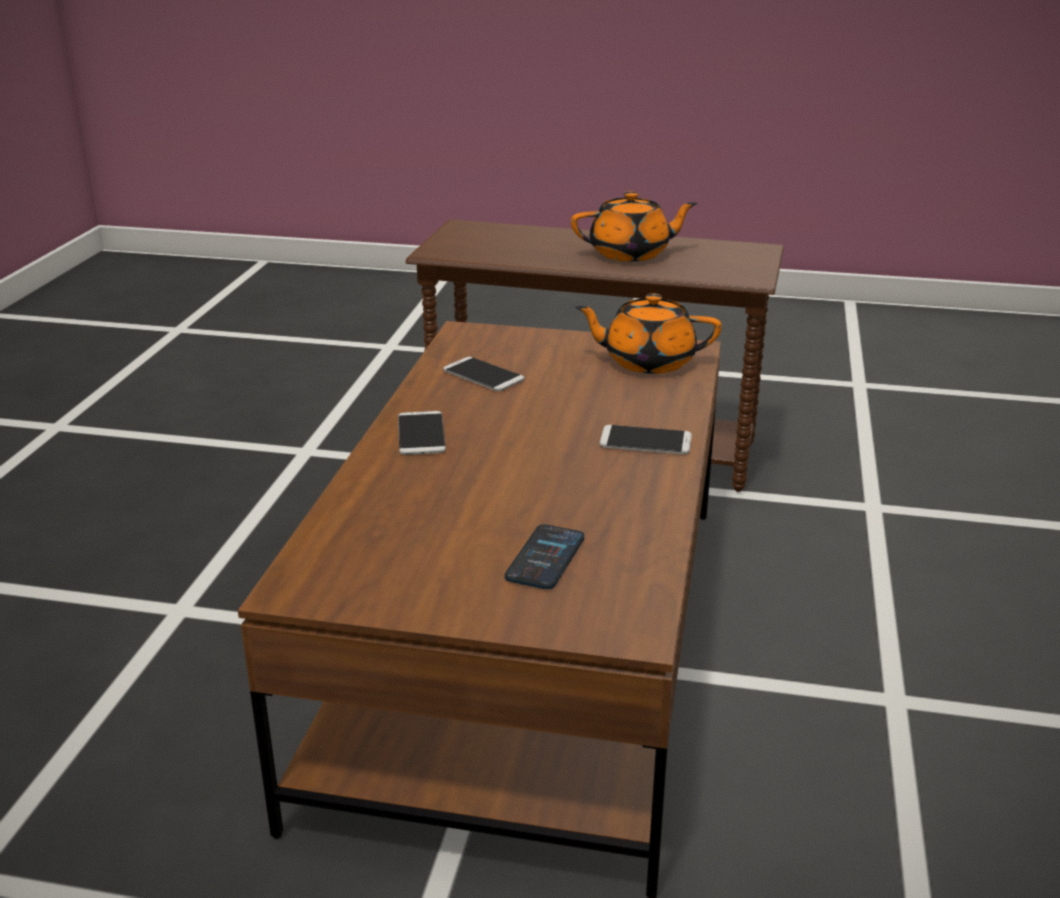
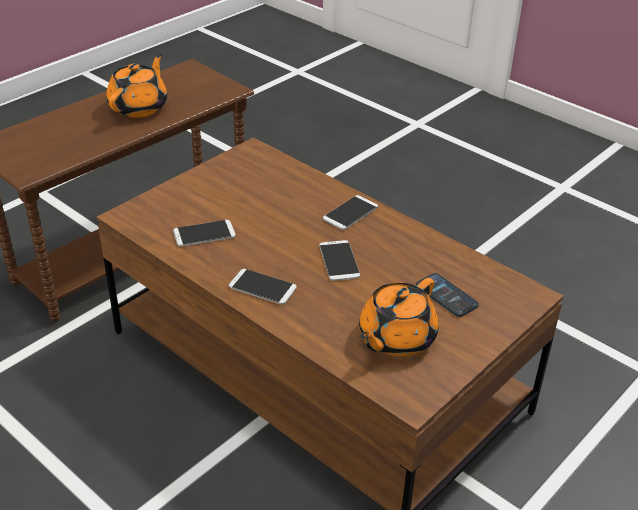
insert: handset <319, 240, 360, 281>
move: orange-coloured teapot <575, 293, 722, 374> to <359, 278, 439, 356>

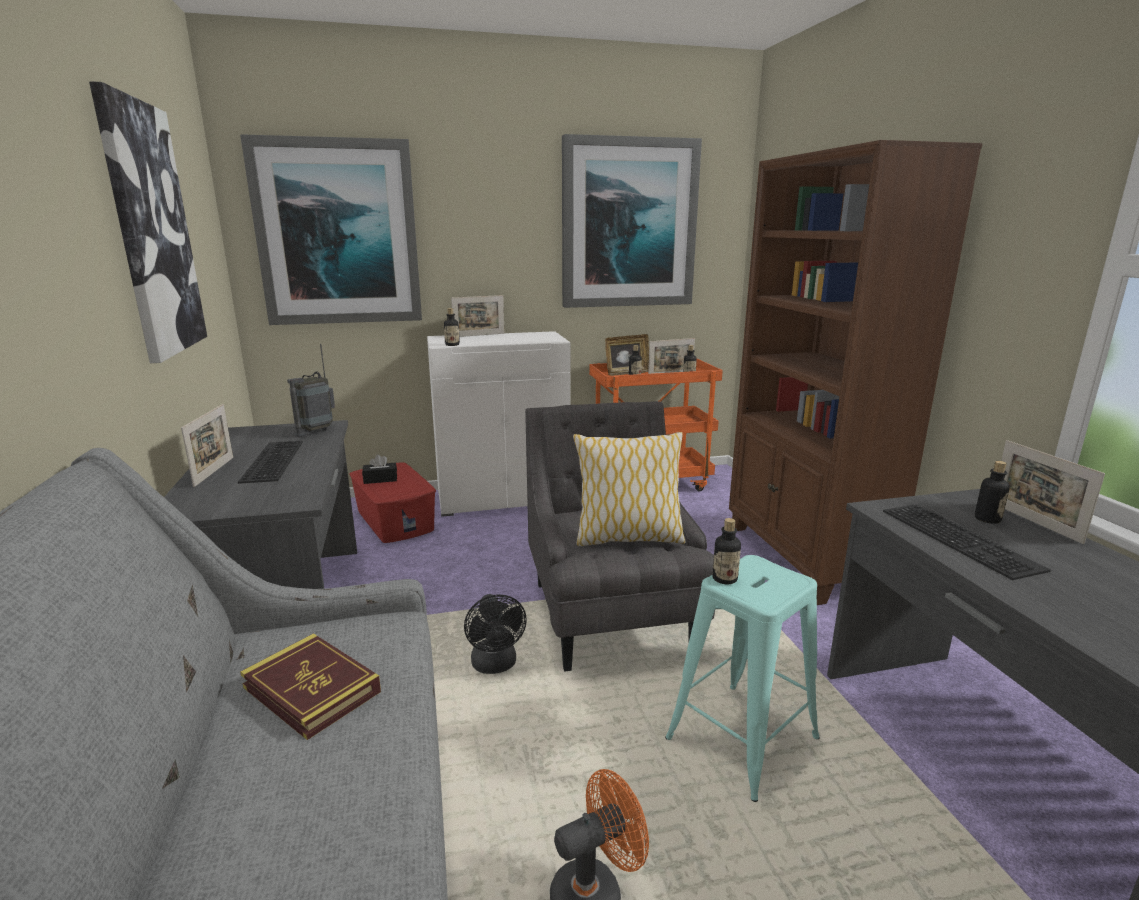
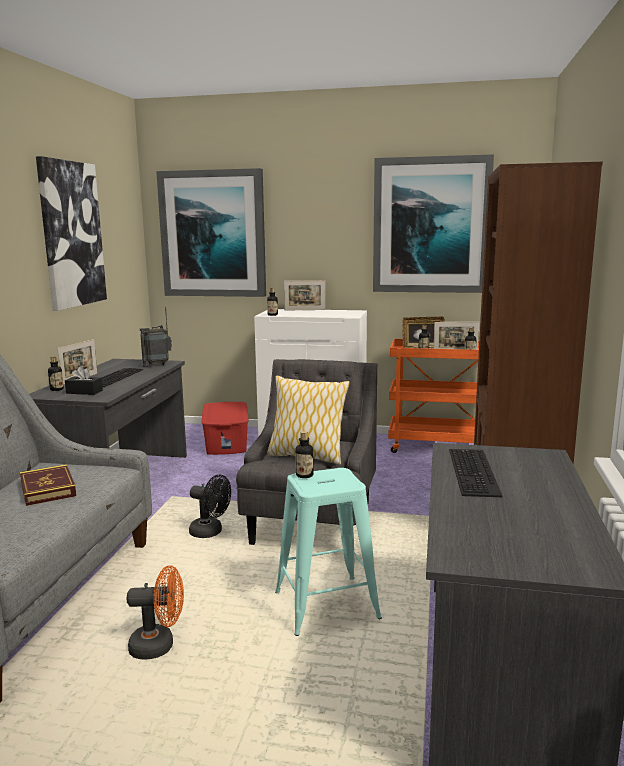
delete: picture frame <1001, 440, 1105, 544>
move: bottle <975, 461, 1010, 524> to <48, 356, 64, 391>; black-coloured box of tissues <362, 454, 397, 484> to <65, 366, 103, 395>
rotate: black-coloured cooling fan <464, 594, 527, 674> = <189, 475, 231, 538> 75 degrees counterclockwise

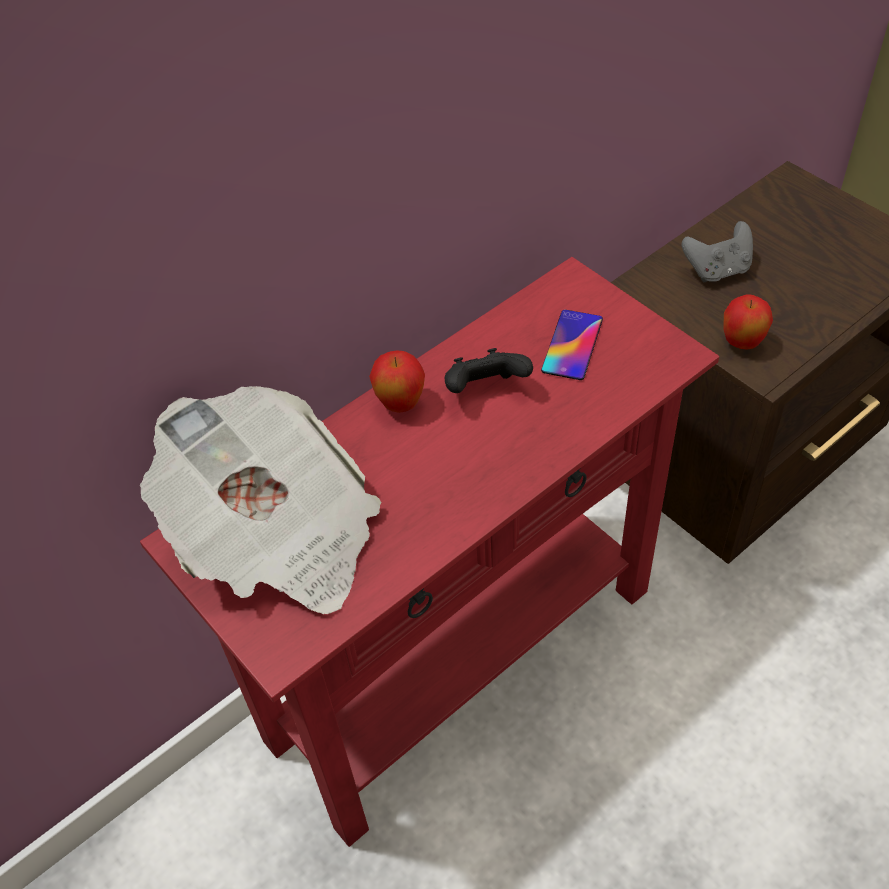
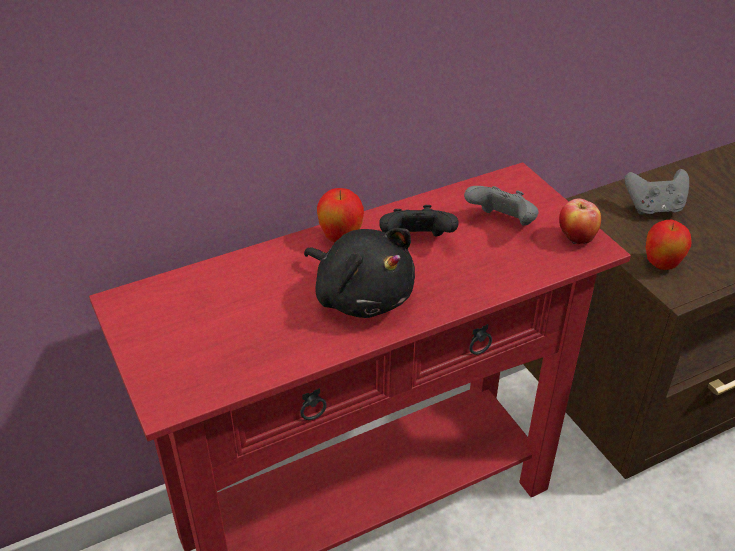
delete: printed paper <140, 386, 381, 614>
insert: black-coloured plush toy <304, 228, 415, 318>; apple <559, 199, 601, 244>
replace: handset <541, 310, 603, 380> to greyish game controller <464, 186, 539, 225>

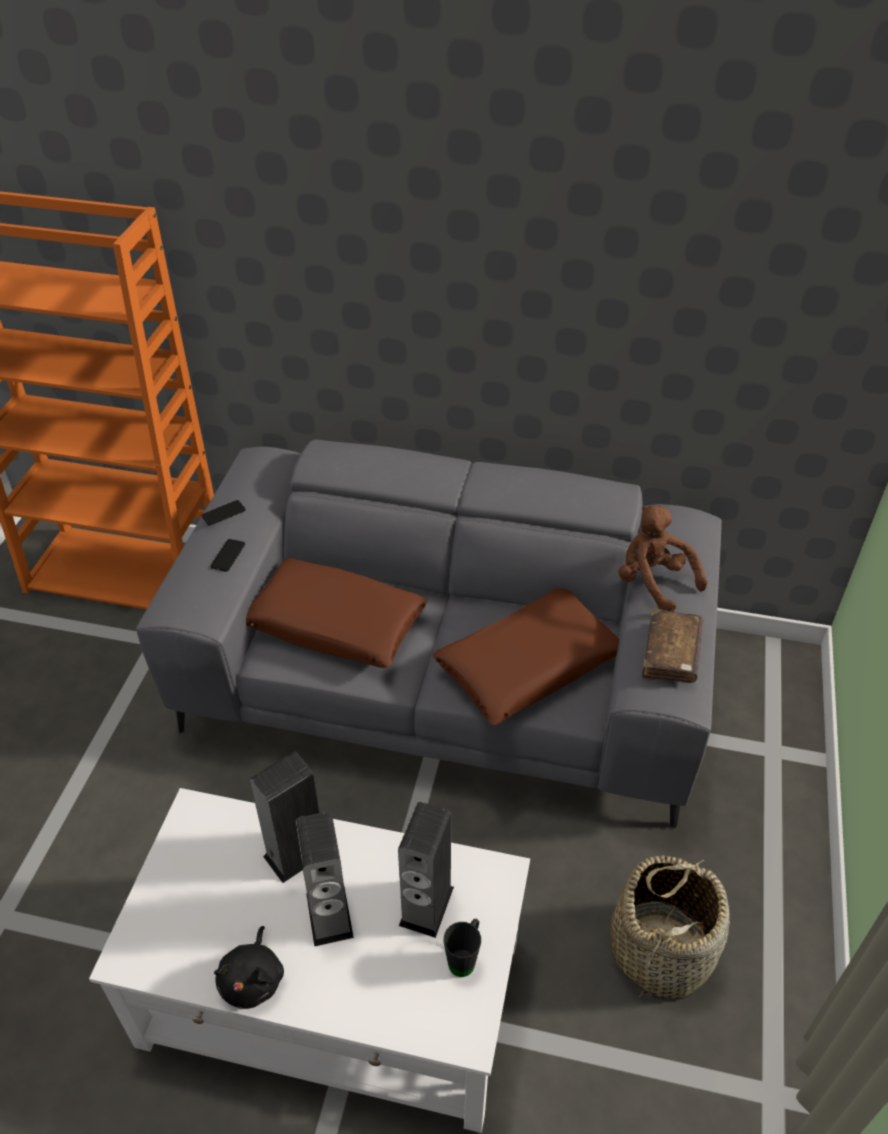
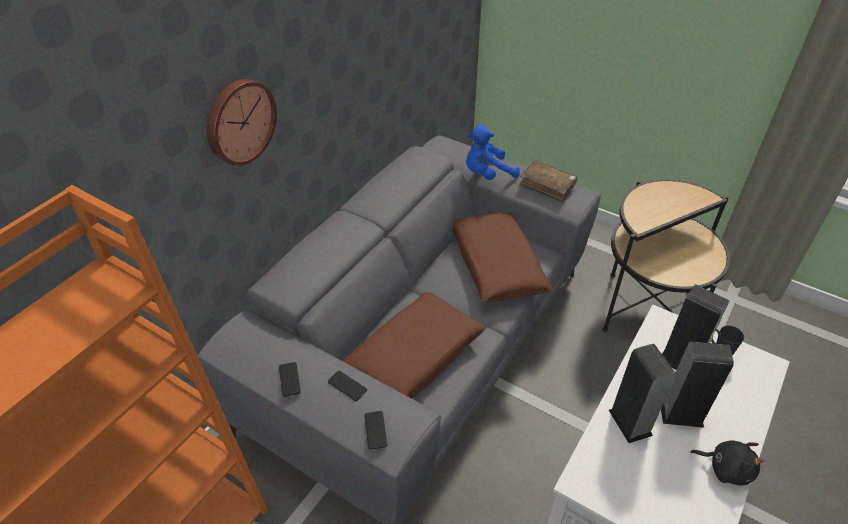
insert: clock on the wall <207, 79, 277, 166>; handset <364, 411, 387, 450>
replace: household basket <610, 855, 730, 999> to end table <602, 179, 730, 332>
recolor: brown-coloured plush toy <619, 505, 707, 612> to blue plush toy <466, 125, 520, 180>

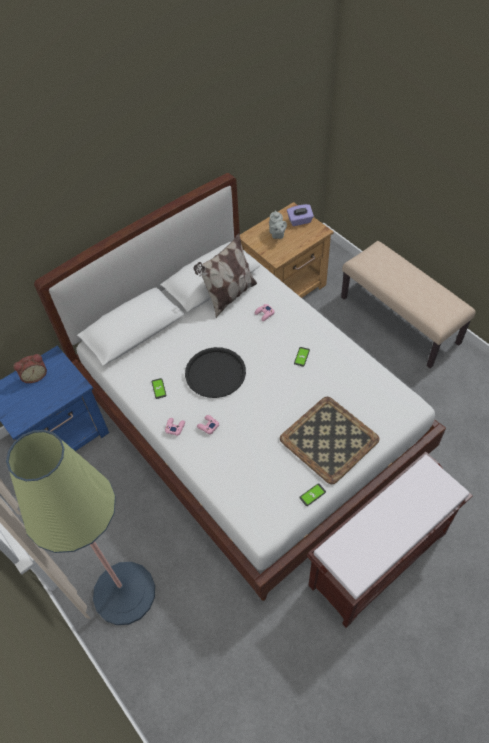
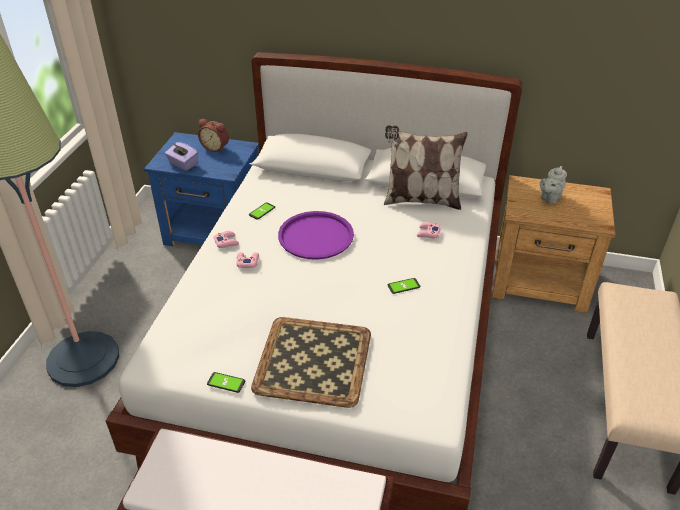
move: purple-coloured box of tissues <287, 204, 314, 226> to <165, 142, 198, 171>
recolor: black-coloured serving tray <185, 347, 246, 398> to purple-coloured serving tray <278, 211, 354, 260>

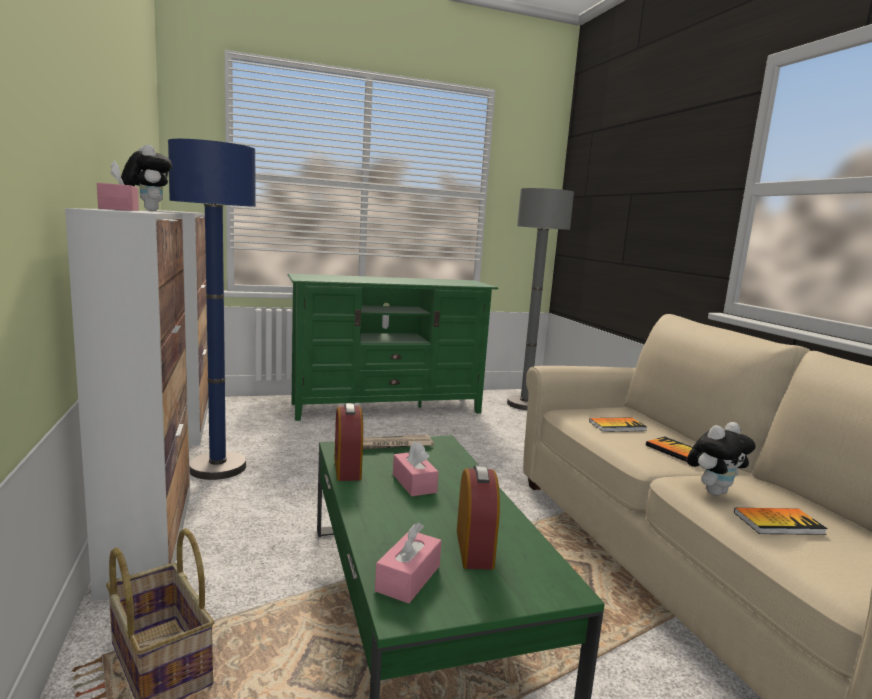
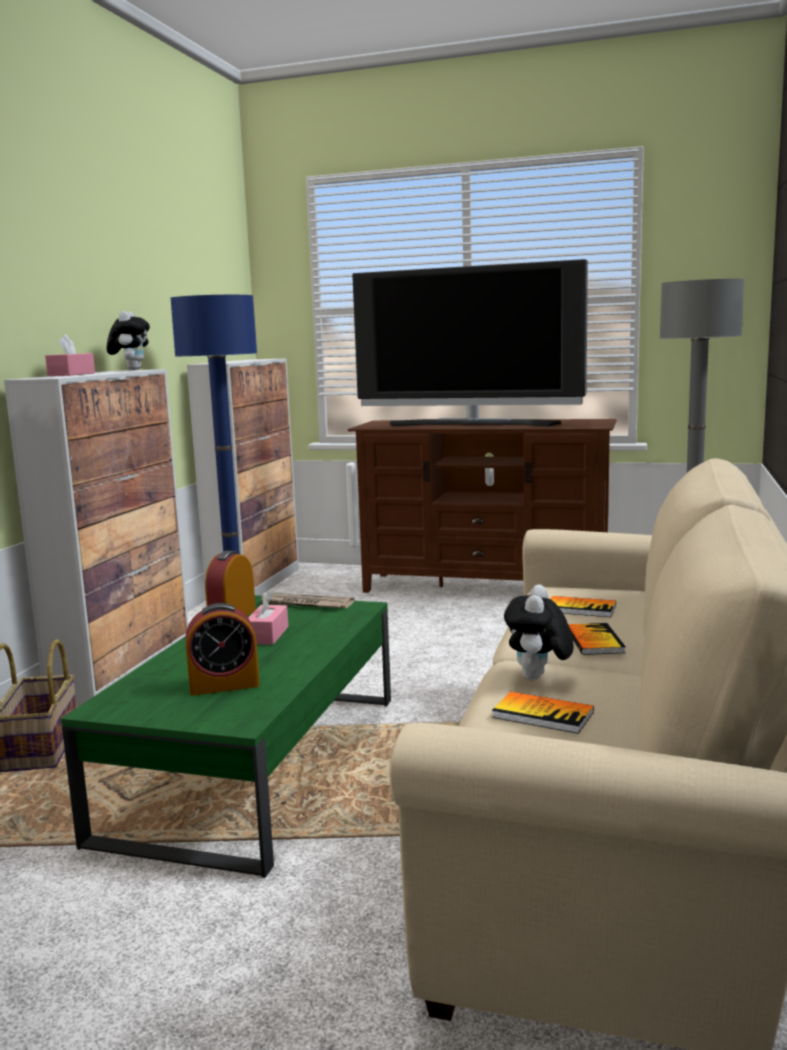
delete: pink box of tissues <375, 522, 442, 604>
insert: TV <352, 259, 588, 426>
recolor: green media console <288, 274, 499, 421> to brown-coloured media console <347, 419, 617, 593>
rotate: alarm clock <457, 465, 500, 570> = <185, 603, 260, 696> 45 degrees clockwise; plush toy <687, 422, 756, 495> = <504, 585, 574, 681> 105 degrees clockwise

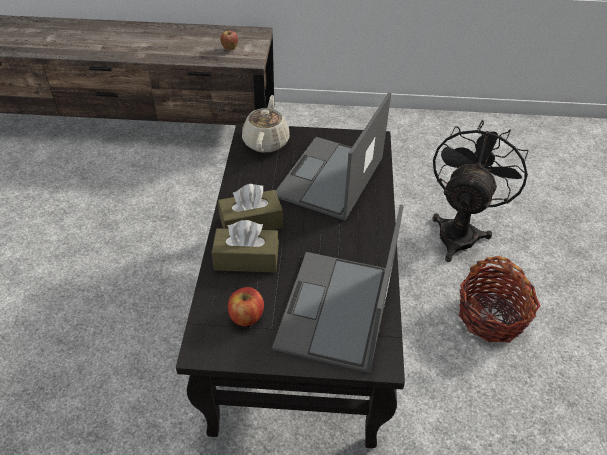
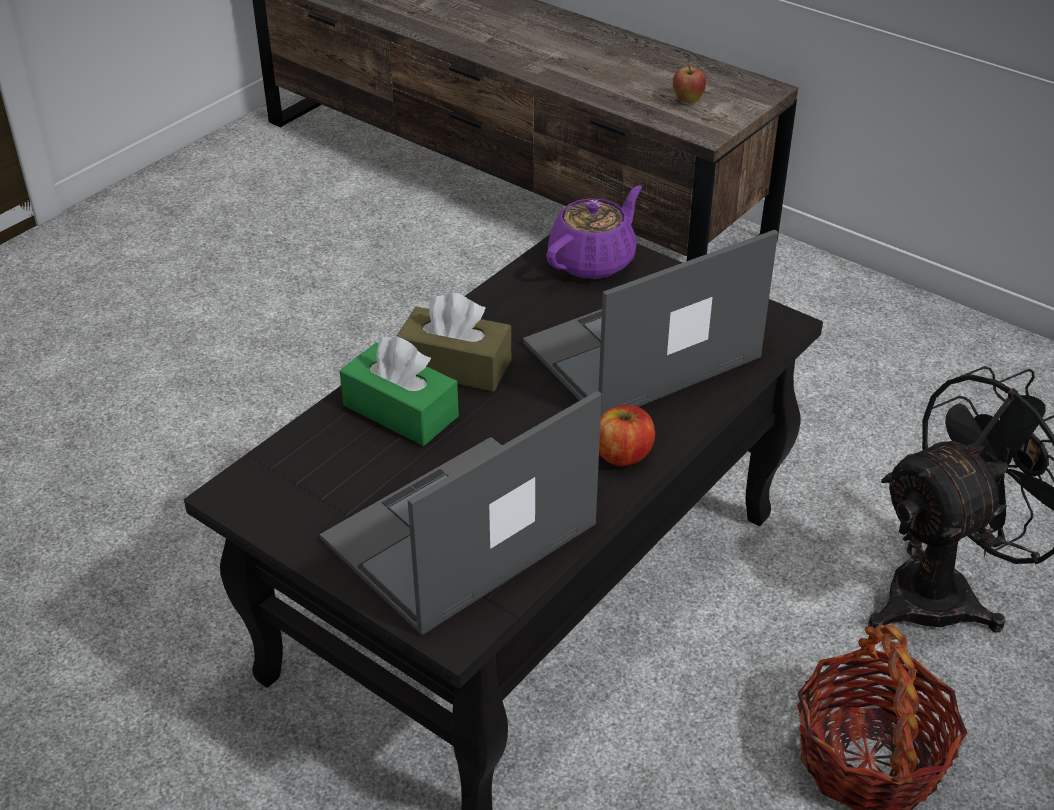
move: apple <228, 287, 264, 326> to <599, 405, 655, 466>
recolor: brown-coloured box of tissues <212, 220, 279, 273> to green box of tissues <340, 336, 459, 446>; beige-coloured teapot <242, 95, 290, 153> to purple-coloured teapot <546, 185, 642, 279>

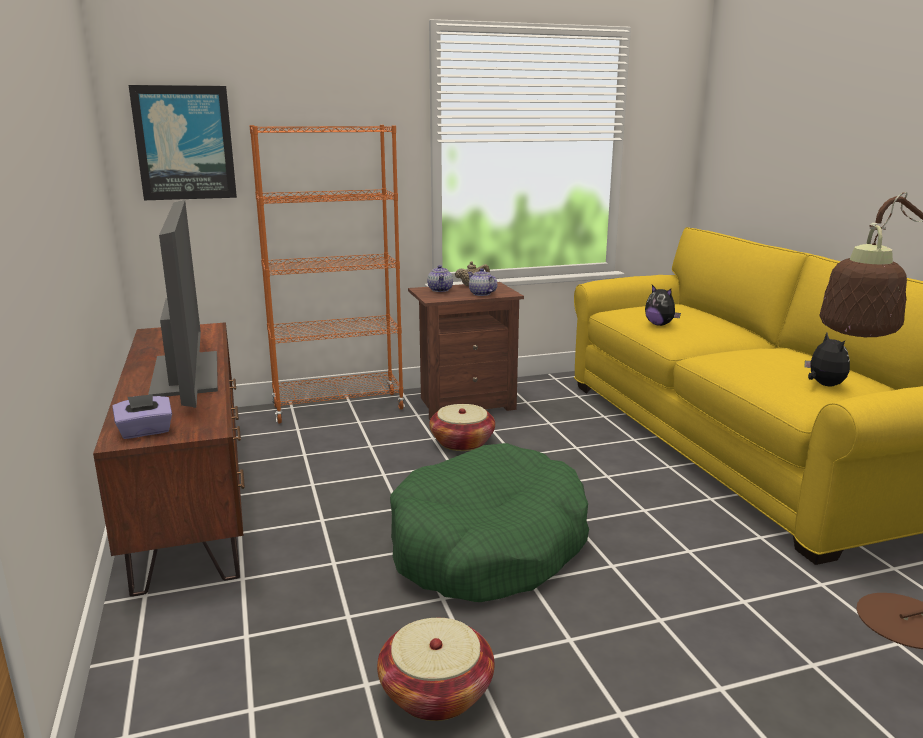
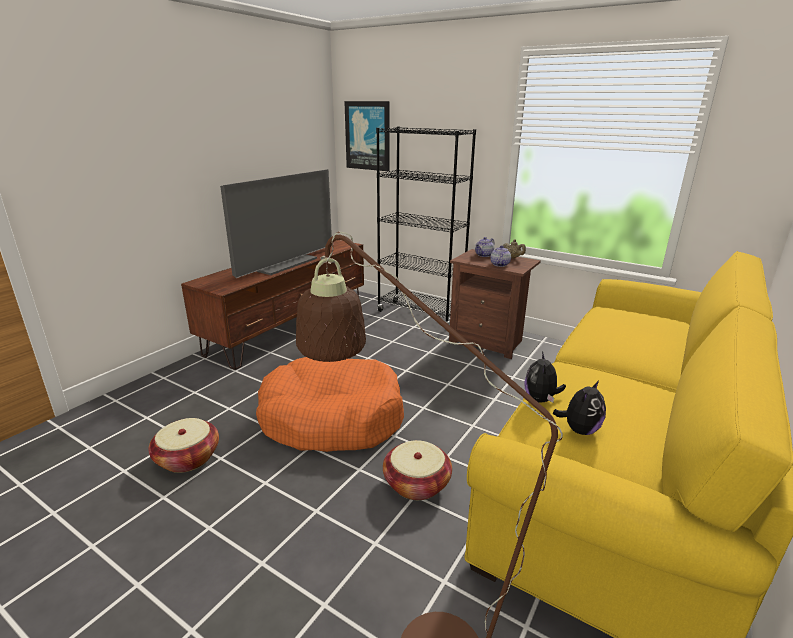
delete: purple-coloured box of tissues <112, 394, 172, 439>
move: household basket <429, 404, 495, 451> to <383, 440, 452, 500>; plush toy <645, 285, 681, 326> to <524, 351, 566, 403>
recolor: green dog cushion <390, 443, 589, 602> to orange-coloured dog cushion <256, 357, 404, 452>; orange-coloured shelving unit <249, 125, 405, 424> to black-coloured shelving unit <376, 127, 476, 325>

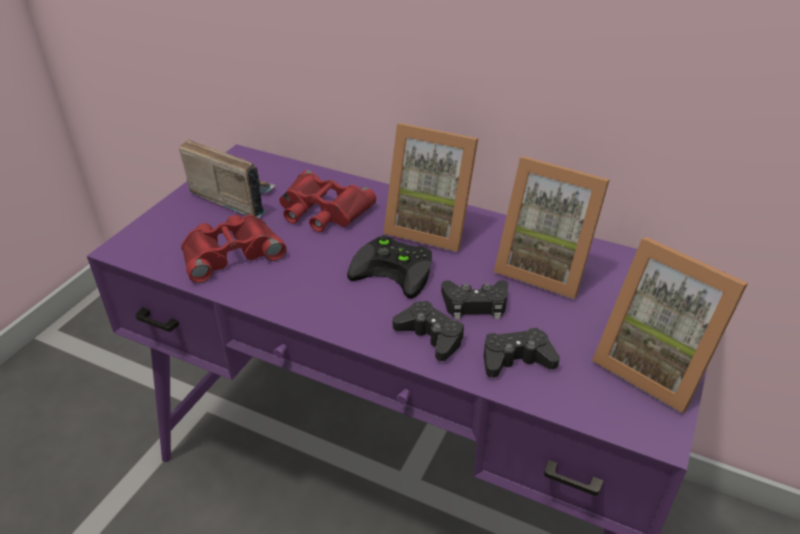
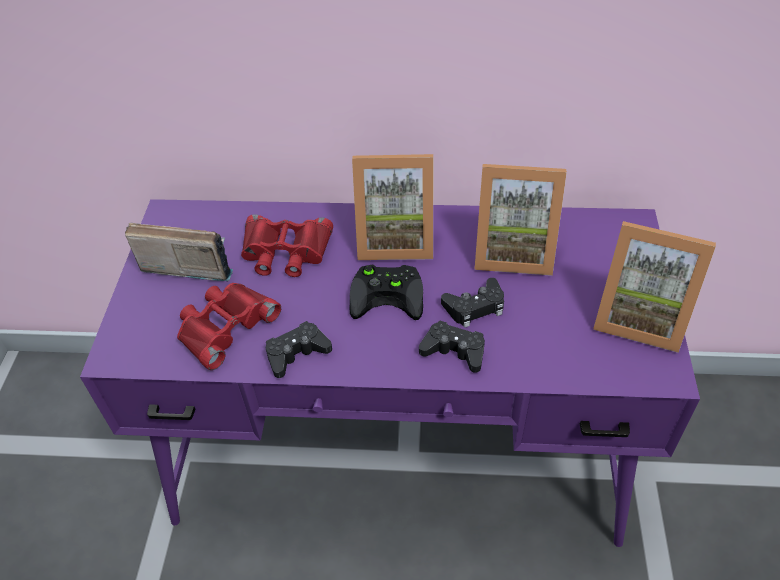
move: black-coloured game controller <484, 328, 560, 378> to <266, 321, 332, 378>

